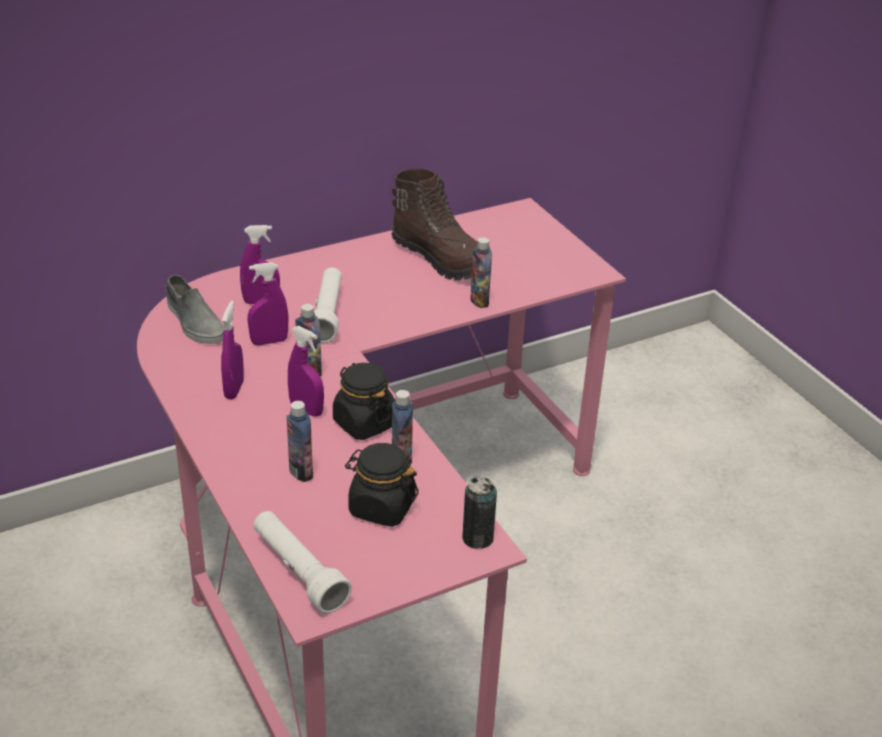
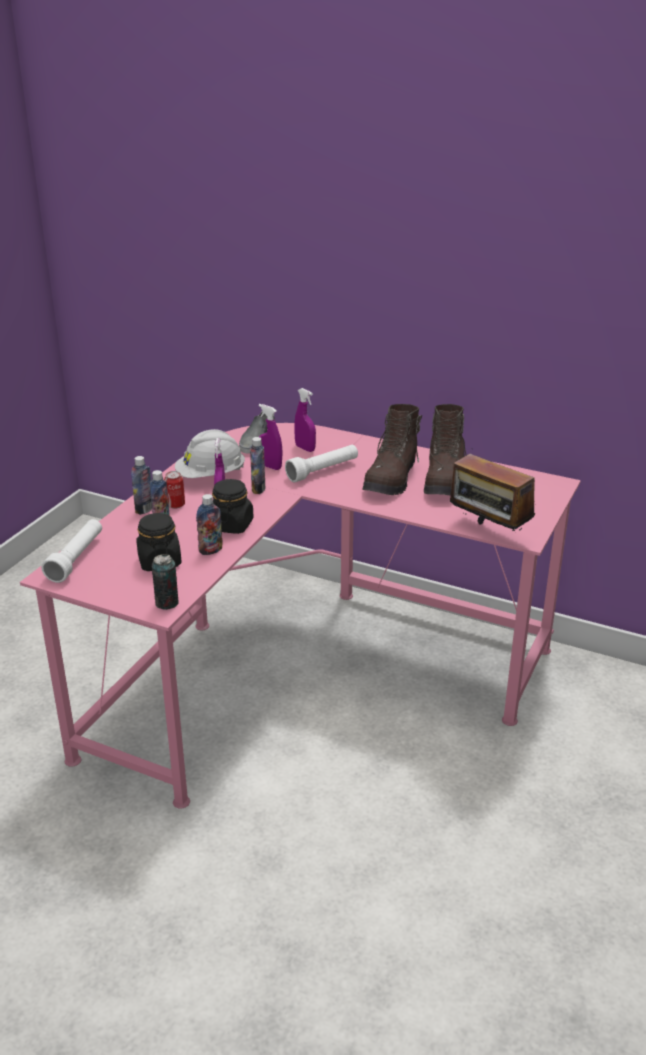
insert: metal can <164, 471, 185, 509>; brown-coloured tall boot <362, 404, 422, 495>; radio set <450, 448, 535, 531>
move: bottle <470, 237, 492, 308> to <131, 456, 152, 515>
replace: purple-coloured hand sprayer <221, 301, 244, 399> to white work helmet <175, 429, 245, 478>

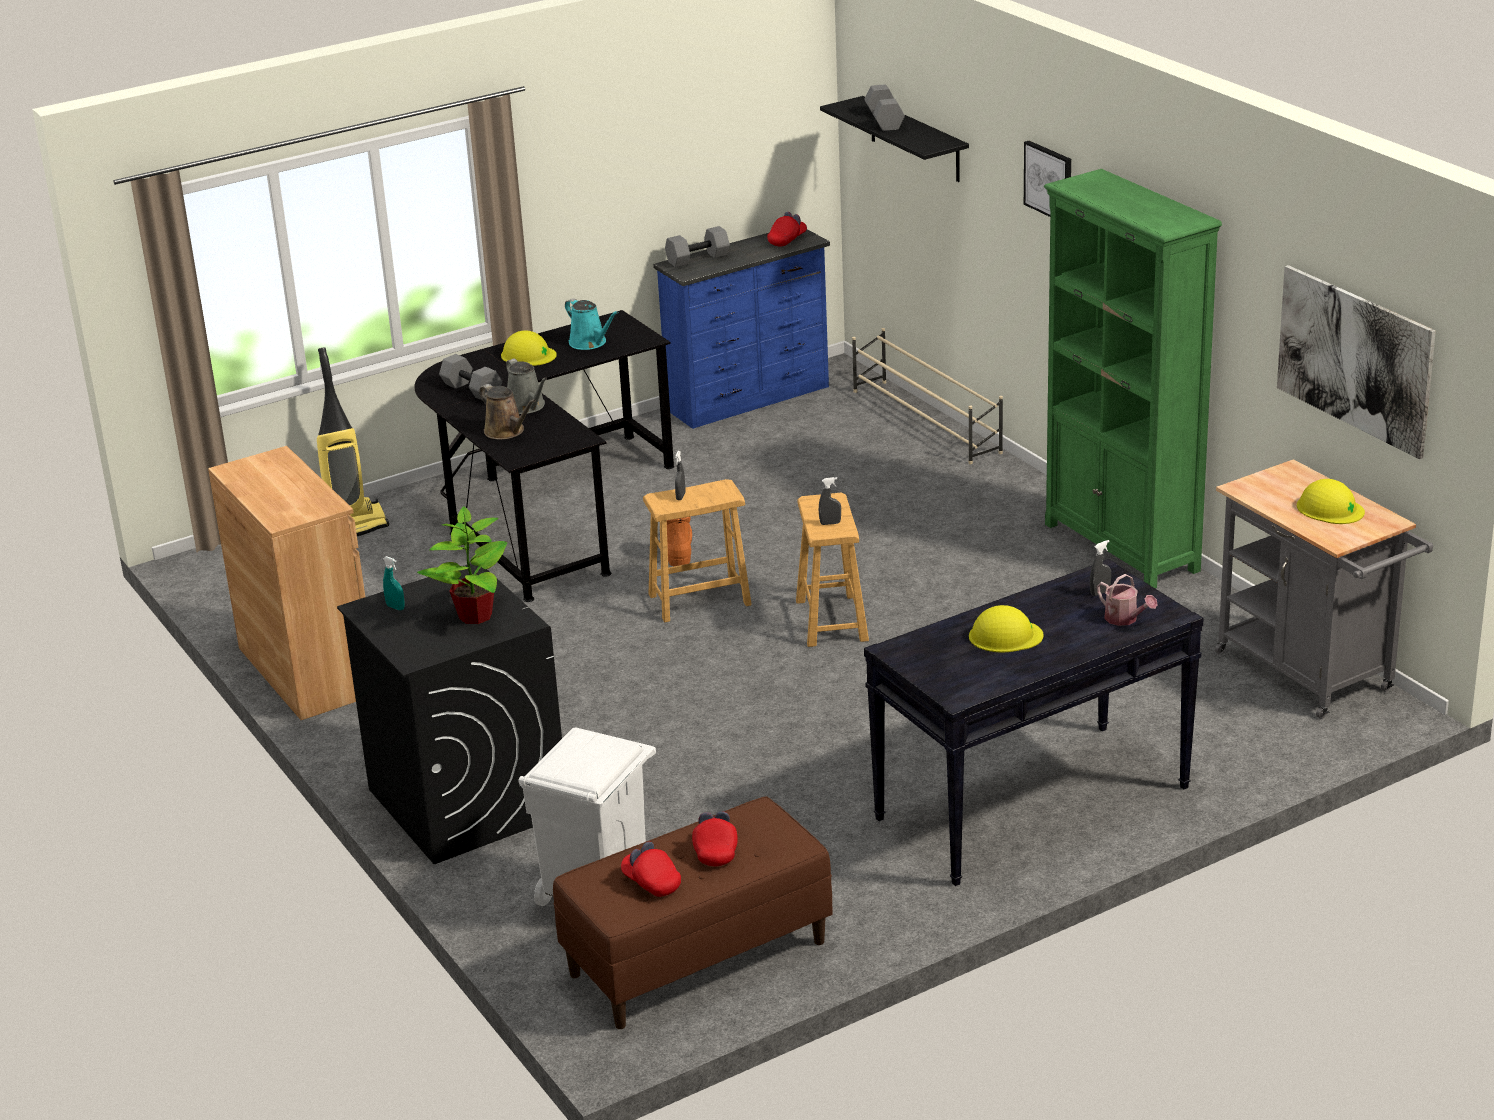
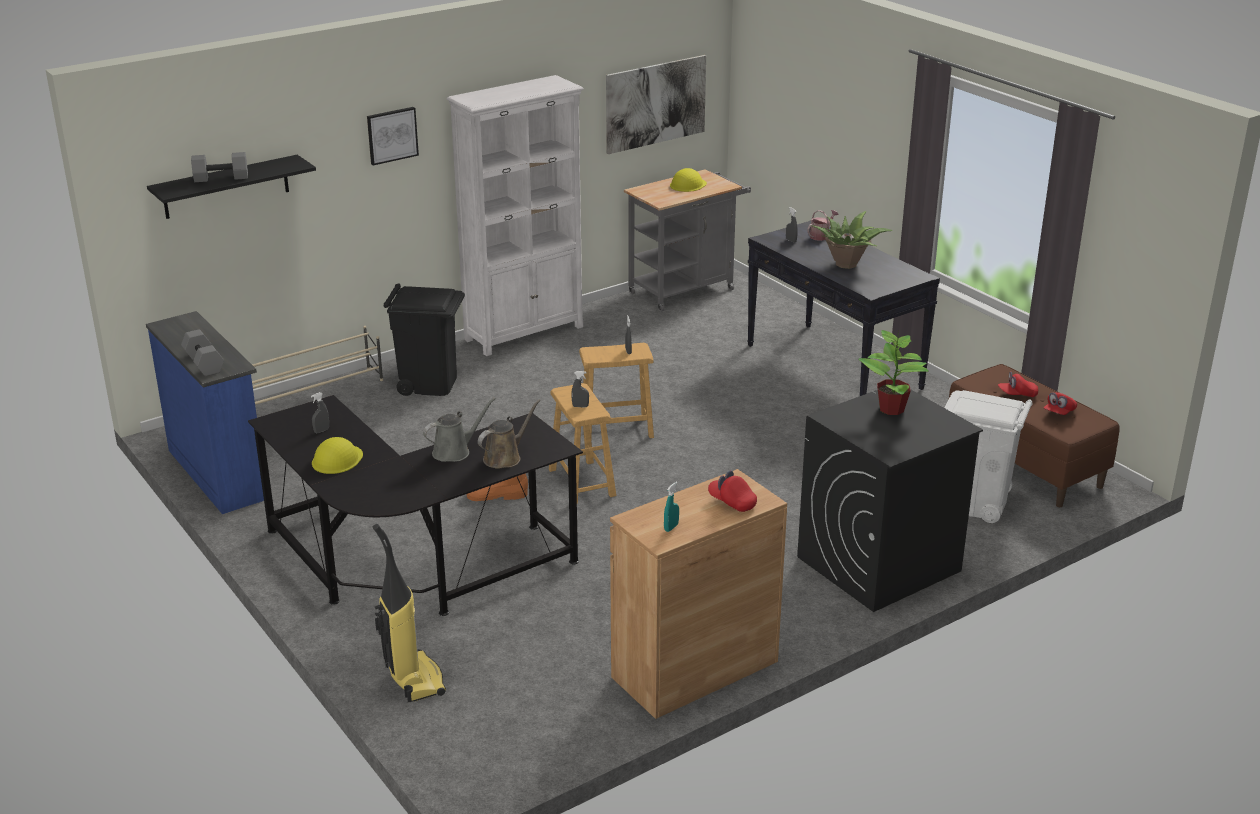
delete: greyish dumbbell <439, 354, 502, 401>
insert: black-coloured rubbish bin <384, 283, 465, 396>
move: blue-green hand sprayer <383, 556, 405, 610> to <664, 482, 679, 532>; red-coloured baseball cap <767, 212, 807, 246> to <708, 470, 757, 512>
replace: blue-green watering can <565, 298, 618, 350> to greyish hand sprayer <311, 392, 329, 433>; yellow work helmet <969, 605, 1044, 653> to potted plant <811, 211, 893, 269>
recolor: green shelving unit <1044, 169, 1222, 588> to white shelving unit <447, 75, 584, 356>

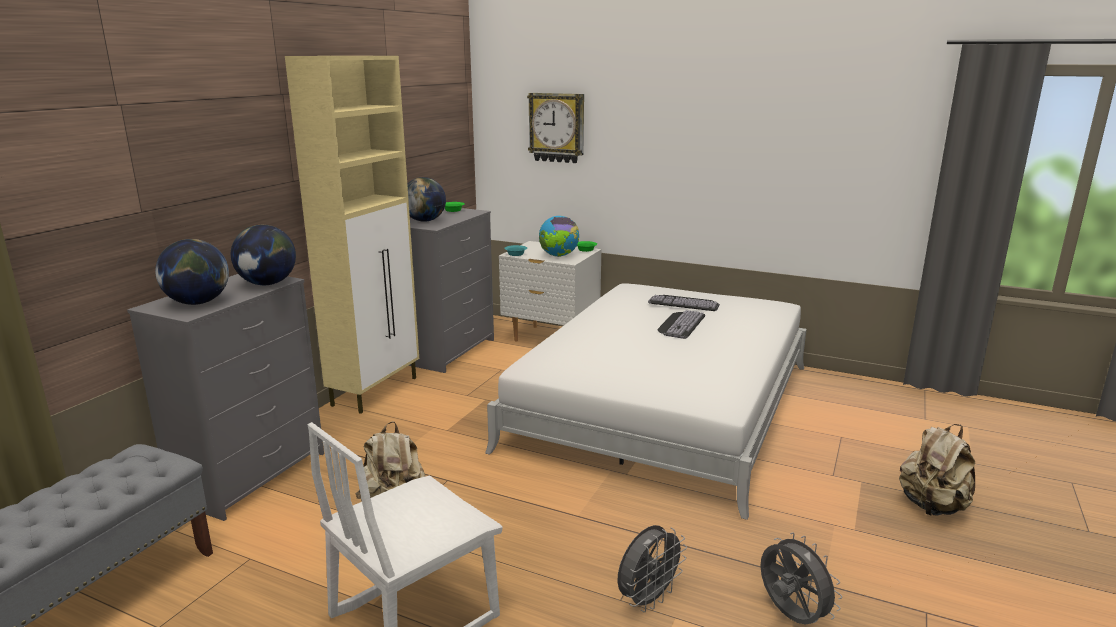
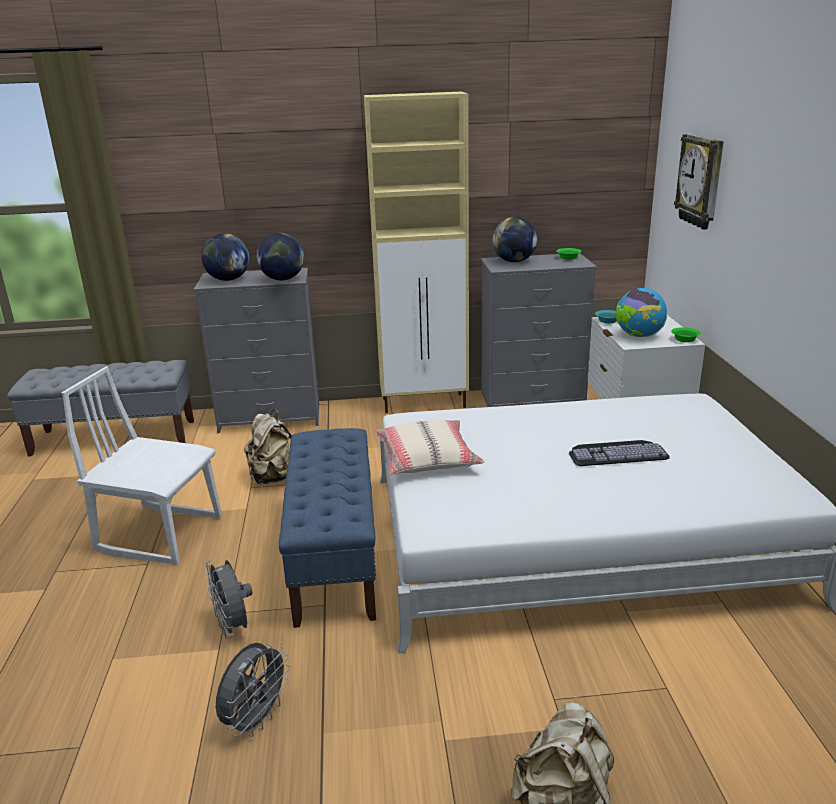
delete: PC keyboard <648, 295, 720, 311>
insert: blue indoor bench <279, 428, 376, 628>; beige-coloured pillow <375, 420, 484, 475>
rotate: greyish cooling fan <617, 525, 687, 612> = <205, 560, 253, 639> 45 degrees clockwise

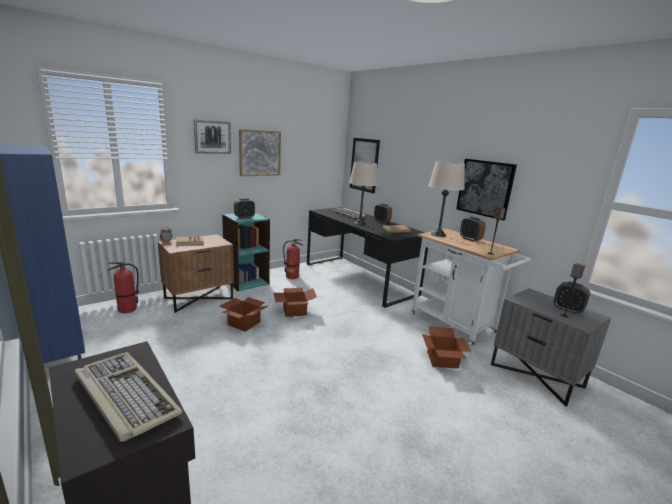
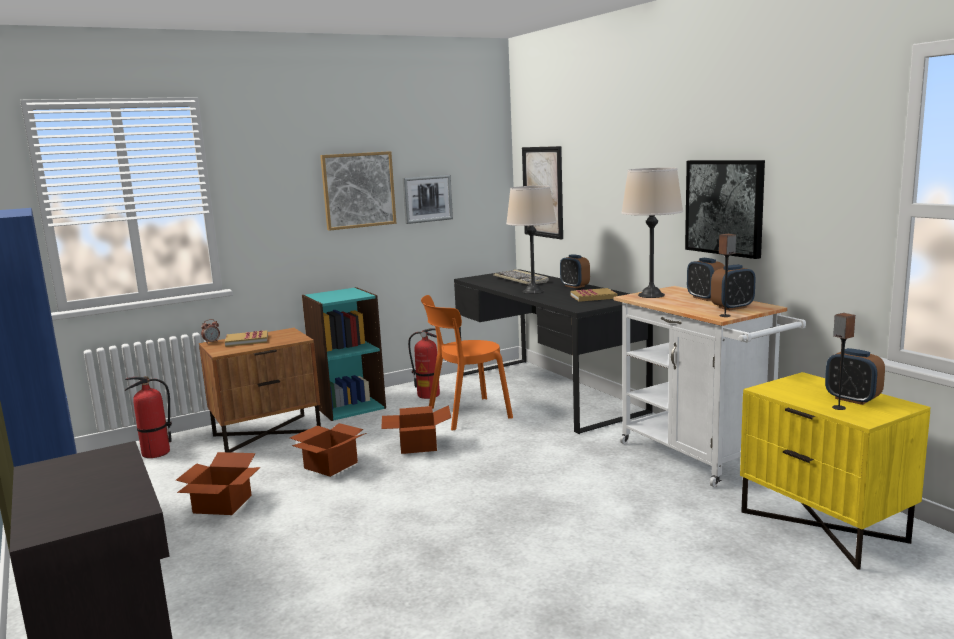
delete: PC keyboard <74, 352, 183, 442>
insert: orange-coloured upright chair <421, 295, 513, 430>
move: carton <422, 326, 471, 369> to <176, 452, 260, 515>; wall picture <194, 120, 231, 154> to <403, 175, 453, 224>; alarm clock <234, 198, 255, 219> to <711, 265, 755, 311>
recolor: greyish bedside table <491, 288, 611, 406> to yellow bedside table <740, 372, 931, 570>

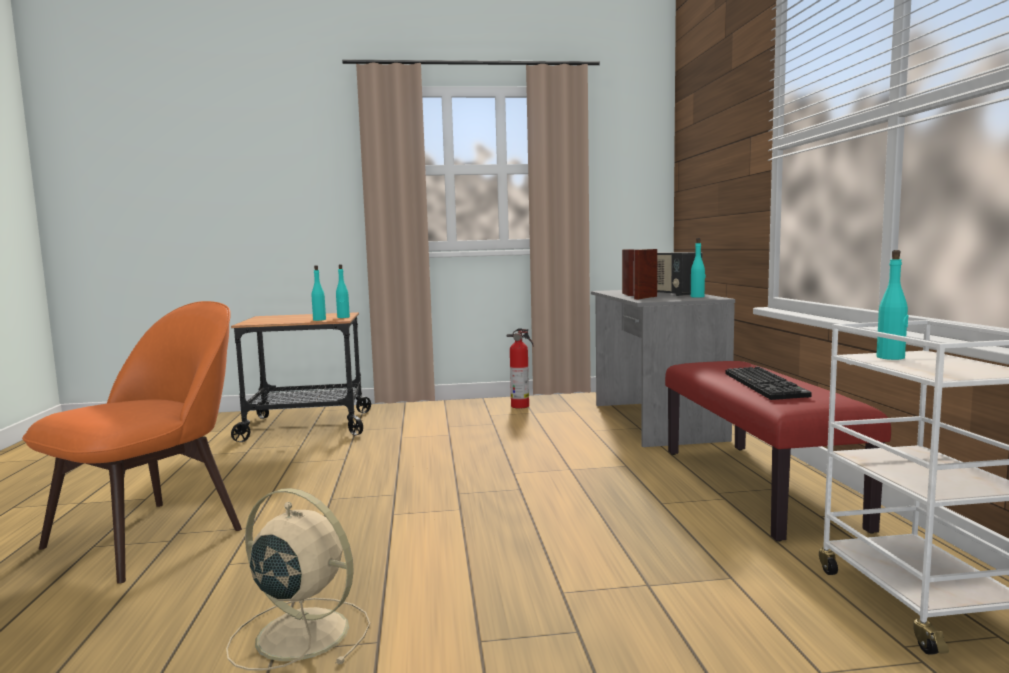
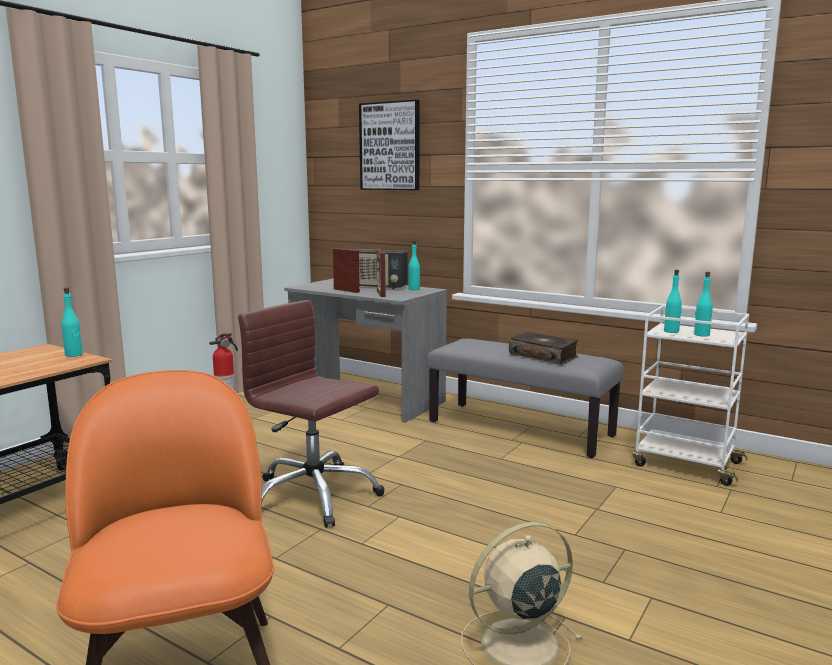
insert: brown-coloured computer chair <238, 300, 384, 528>; wall picture <359, 99, 419, 190>
move: blue-green bottle <312, 265, 326, 321> to <694, 272, 713, 337>
replace: PC keyboard <726, 366, 812, 400> to bound book <509, 332, 578, 365>
recolor: red-coloured indoor bench <665, 361, 891, 541> to greyish indoor bench <427, 338, 624, 458>

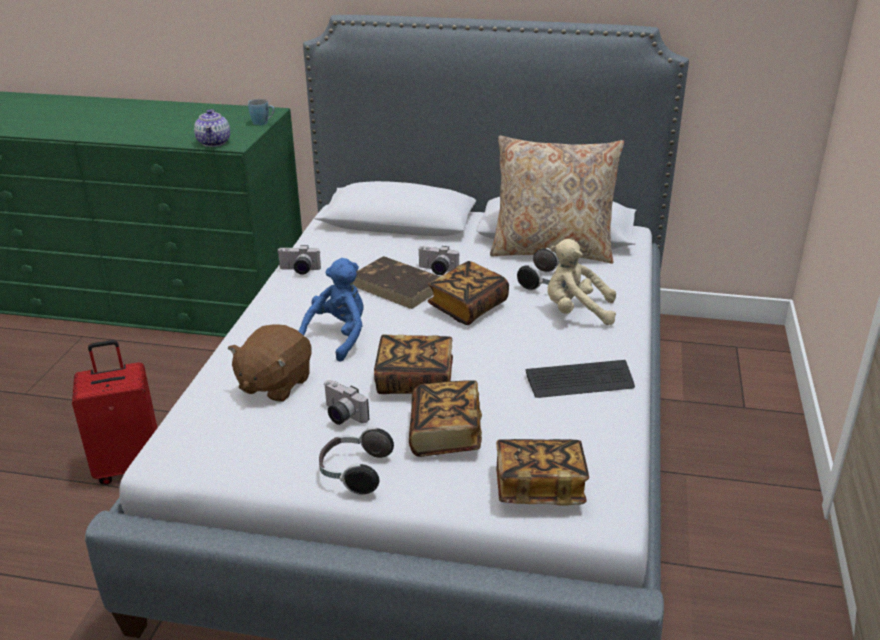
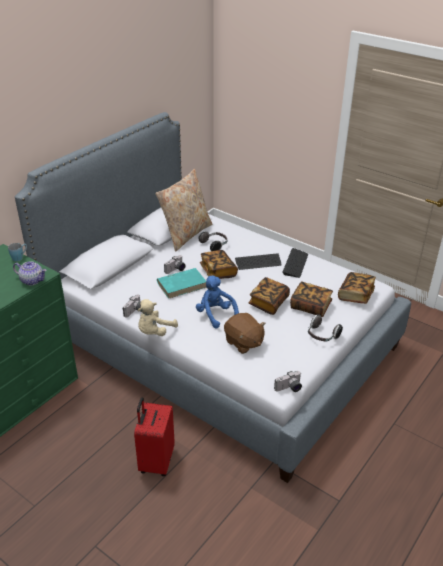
insert: PC keyboard <235, 253, 282, 270>
move: beige-coloured plush toy <548, 239, 616, 325> to <138, 299, 178, 336>; photo camera <324, 380, 369, 425> to <274, 371, 302, 392>
recolor: brown-coloured bound book <353, 256, 440, 309> to blue-green bound book <157, 268, 207, 299>

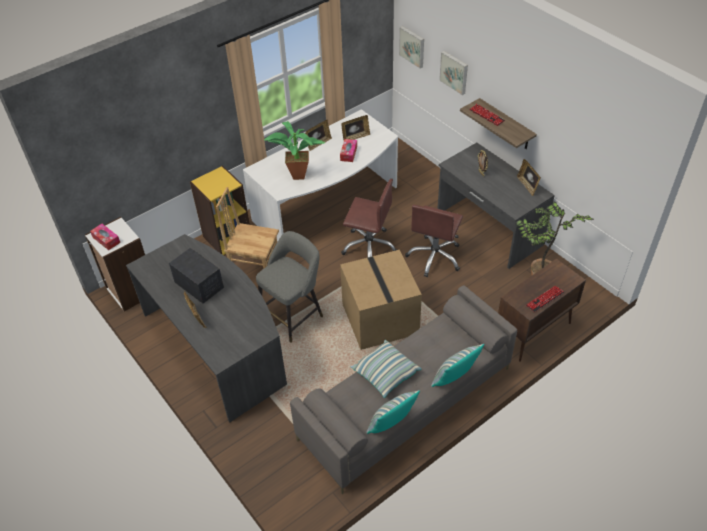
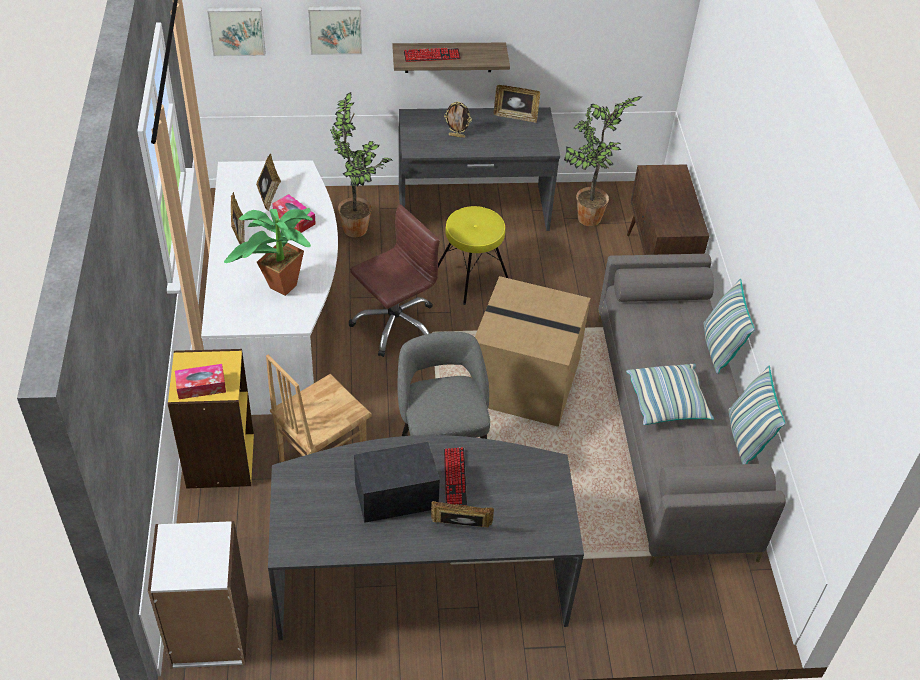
insert: potted plant <330, 92, 393, 237>
move: box of tissues <90, 224, 120, 250> to <175, 364, 226, 399>; PC keyboard <526, 286, 564, 312> to <444, 447, 467, 506>
replace: brown-coloured computer chair <405, 205, 463, 277> to yellow stool <438, 206, 508, 305>

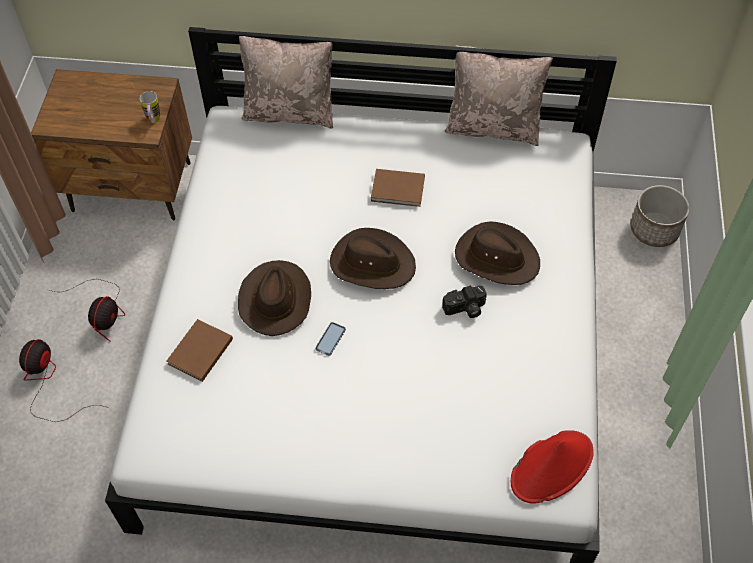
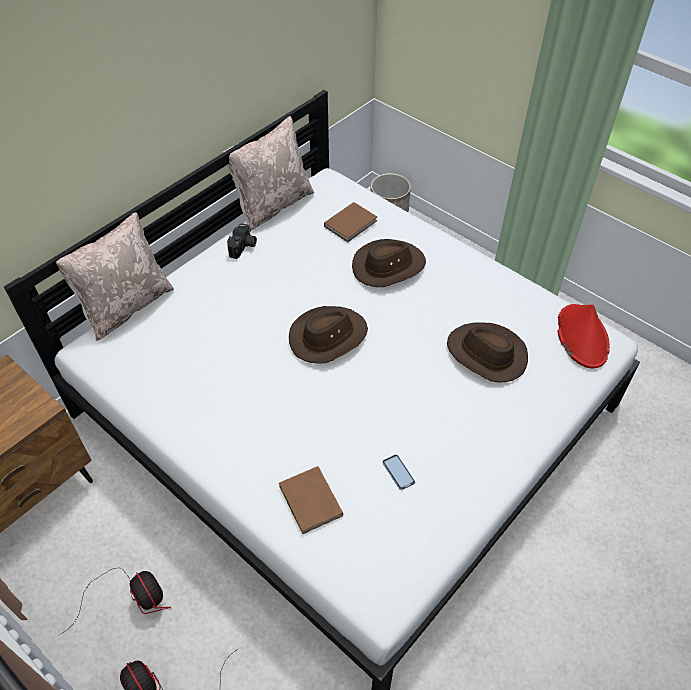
delete: mug <140, 91, 160, 123>
move: photo camera <442, 286, 487, 318> to <227, 223, 257, 259>; brown-coloured bound book <371, 169, 425, 207> to <324, 202, 377, 242>; handset <315, 322, 346, 356> to <382, 454, 415, 490>; brown-coloured hat <238, 260, 311, 336> to <447, 323, 528, 382>

